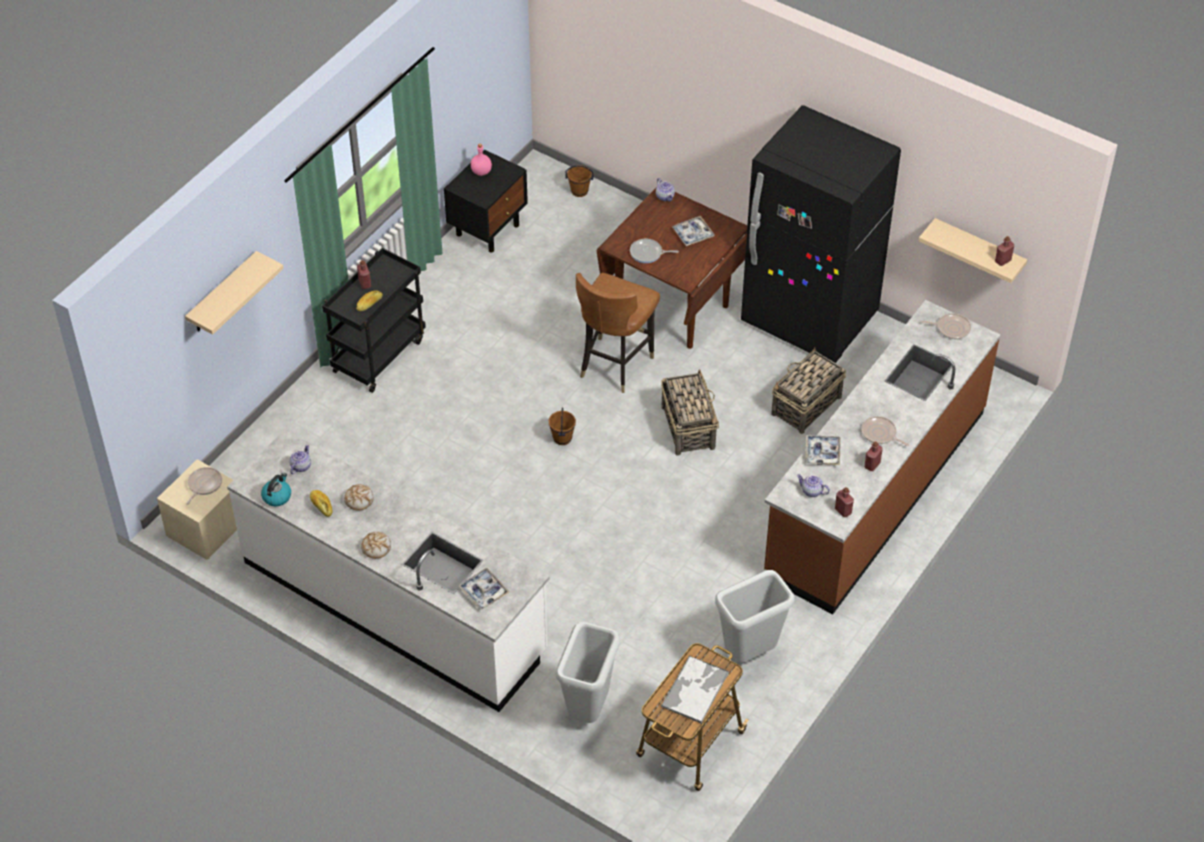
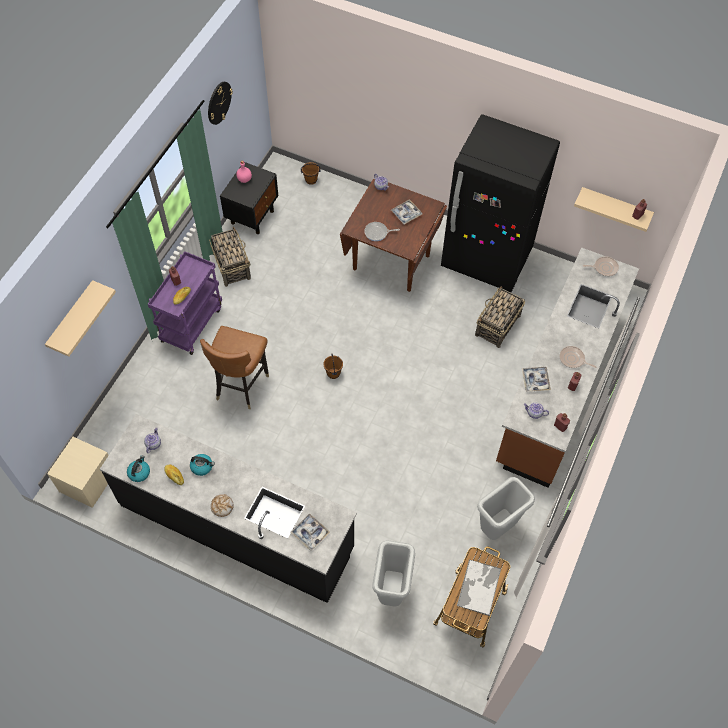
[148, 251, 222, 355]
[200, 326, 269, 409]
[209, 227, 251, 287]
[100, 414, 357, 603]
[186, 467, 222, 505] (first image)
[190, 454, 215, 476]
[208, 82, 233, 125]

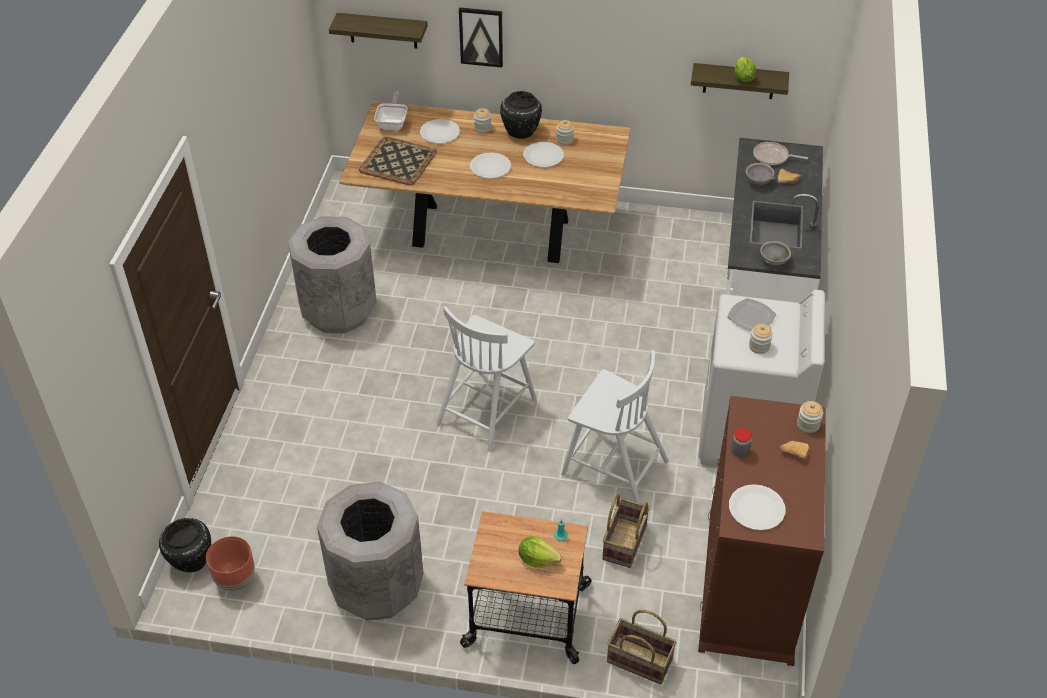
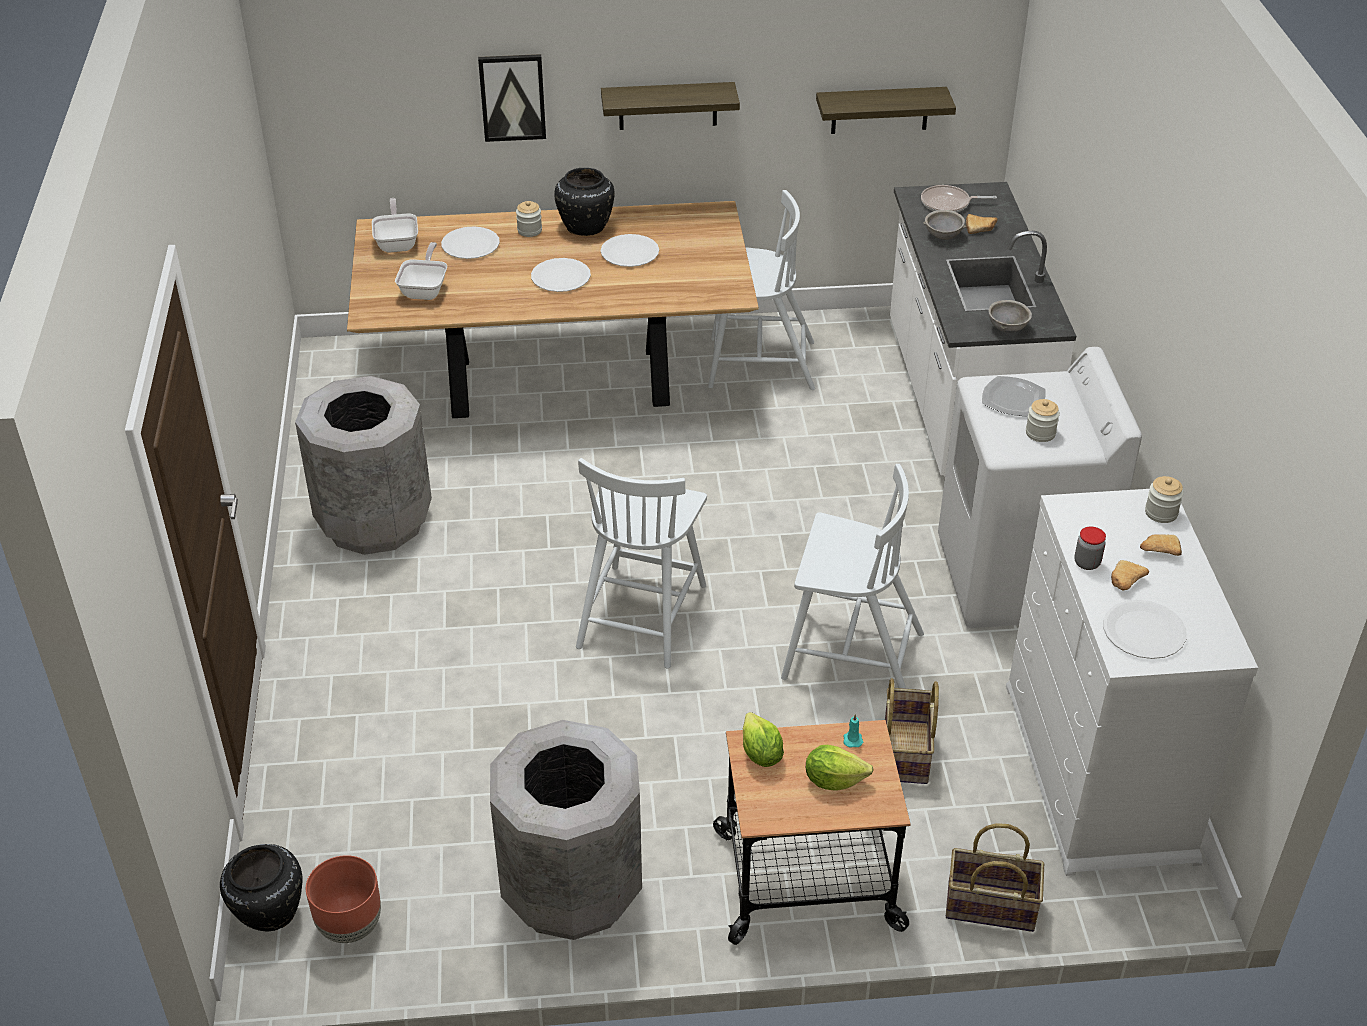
[601, 82, 740, 130]
[743, 712, 784, 767]
[556, 120, 574, 145] (first image)
[395, 242, 447, 300]
[1006, 489, 1258, 876]
[708, 190, 815, 390]
[1111, 560, 1149, 590]

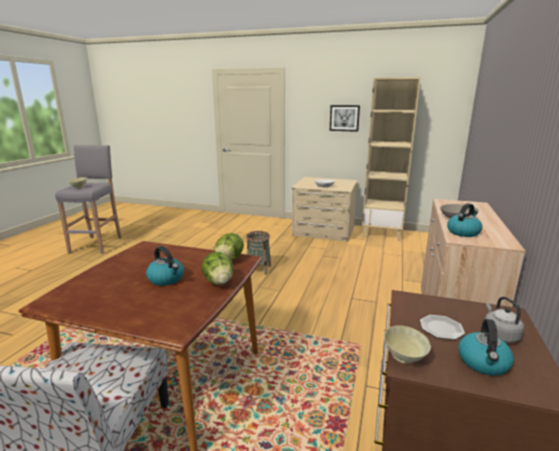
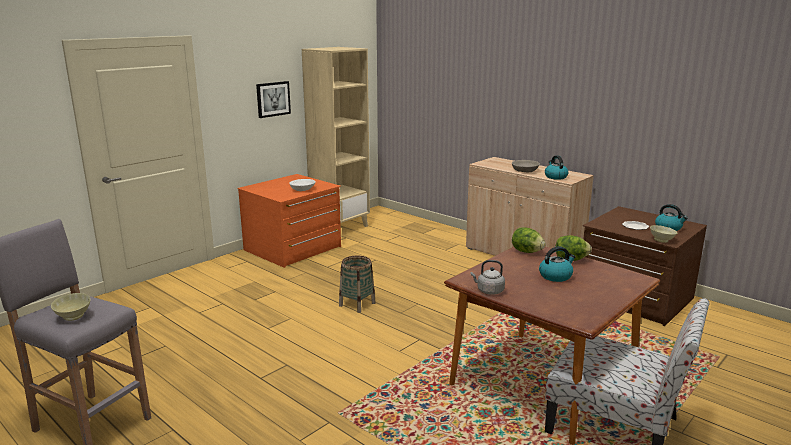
[237, 174, 341, 268]
[471, 260, 505, 295]

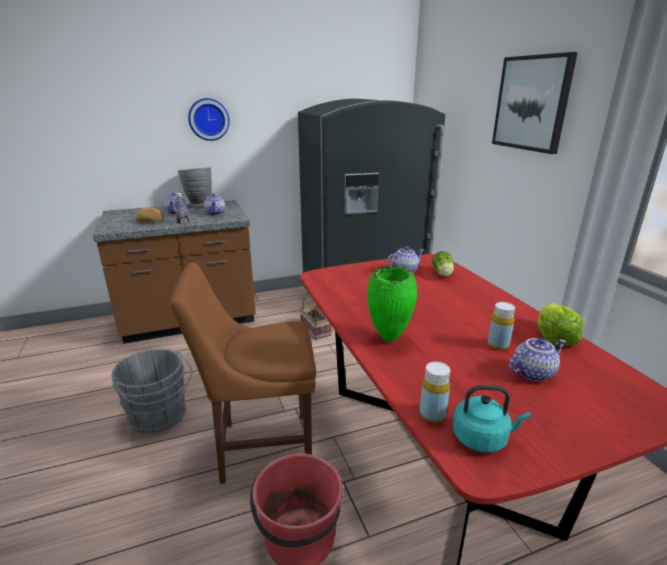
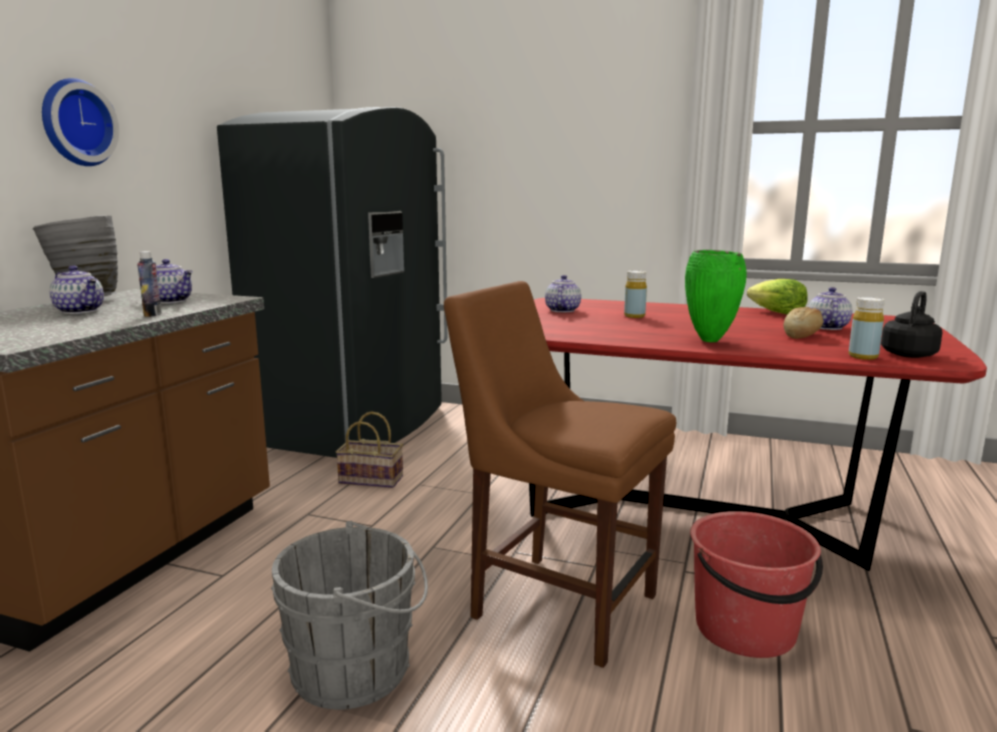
[492, 52, 578, 154] (first image)
[784, 307, 823, 339]
[432, 251, 454, 277] (first image)
[444, 281, 676, 668]
[624, 271, 647, 318]
[881, 291, 942, 358]

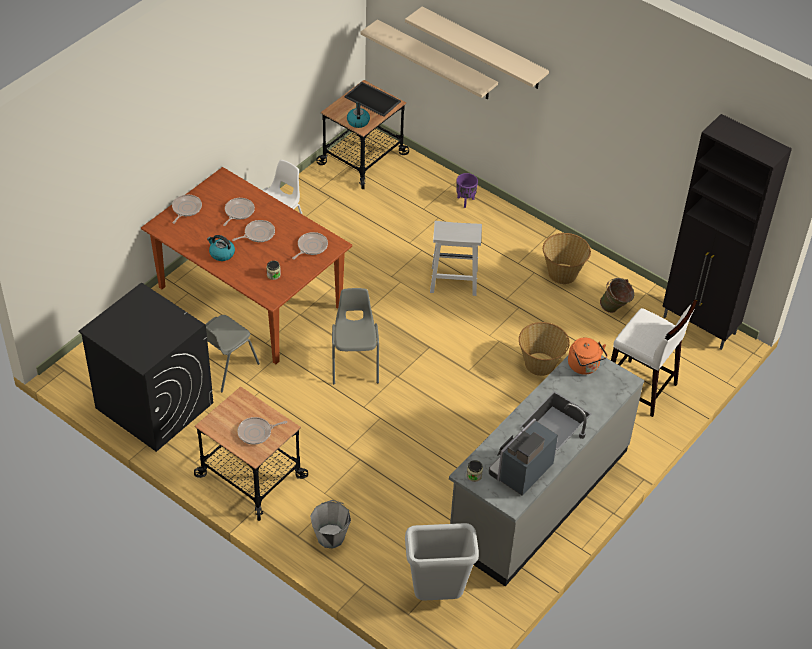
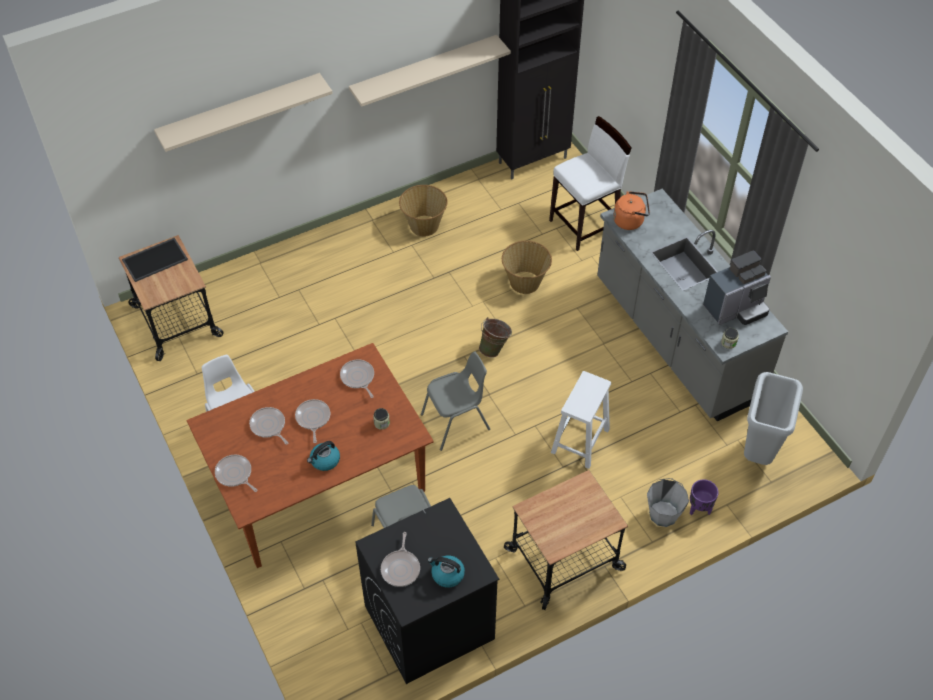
[349, 35, 511, 107]
[427, 556, 465, 587]
[690, 480, 718, 515]
[551, 371, 611, 469]
[479, 317, 512, 357]
[421, 351, 490, 451]
[381, 532, 420, 587]
[703, 251, 771, 325]

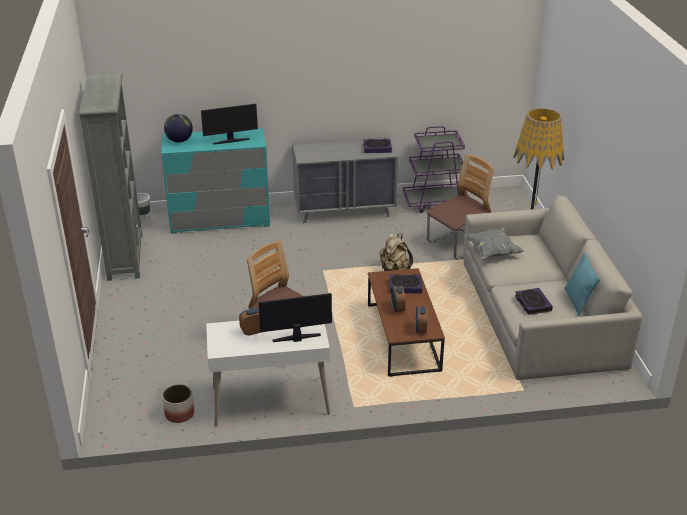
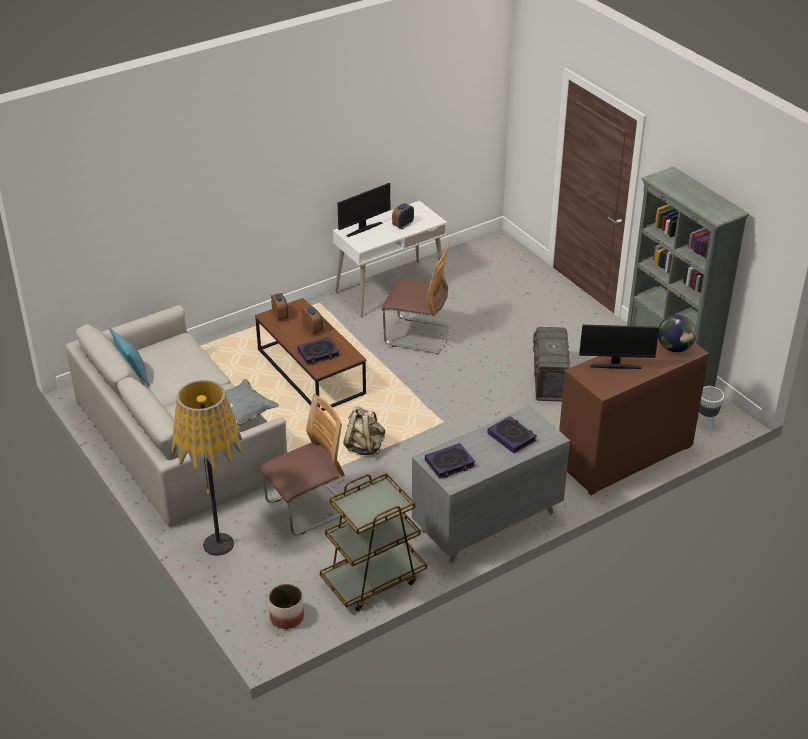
[579, 325, 659, 369]
[320, 473, 427, 611]
[559, 339, 709, 496]
[260, 394, 345, 535]
[487, 416, 537, 453]
[269, 584, 304, 629]
[533, 327, 570, 401]

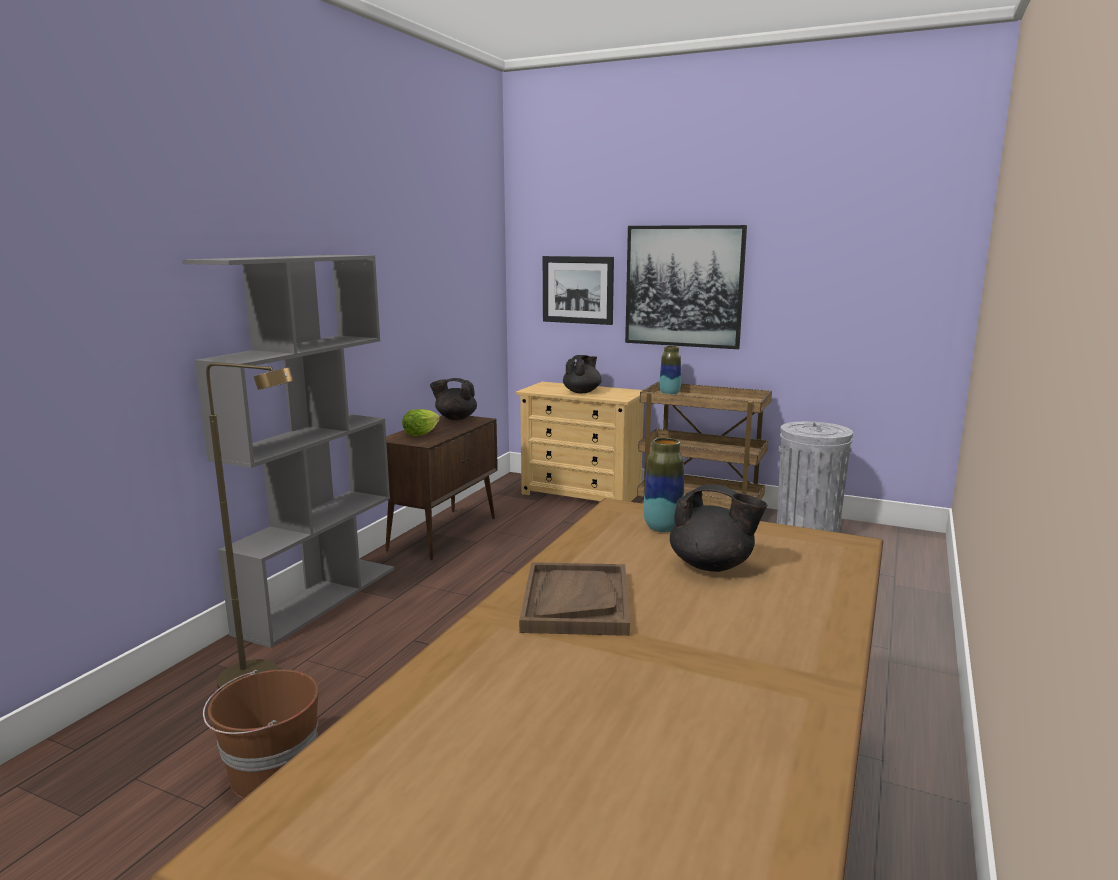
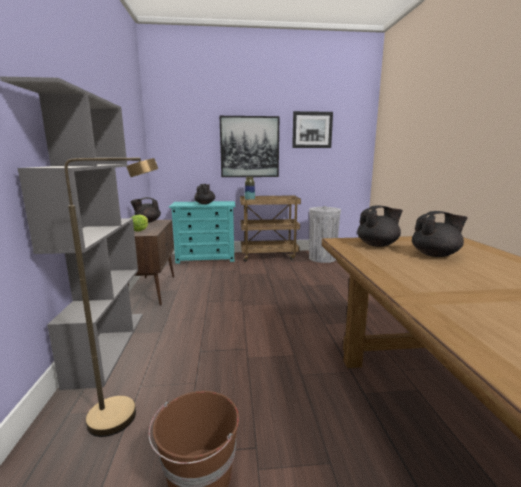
[292, 111, 333, 148]
[169, 201, 235, 264]
[357, 205, 403, 247]
[519, 562, 630, 636] (first image)

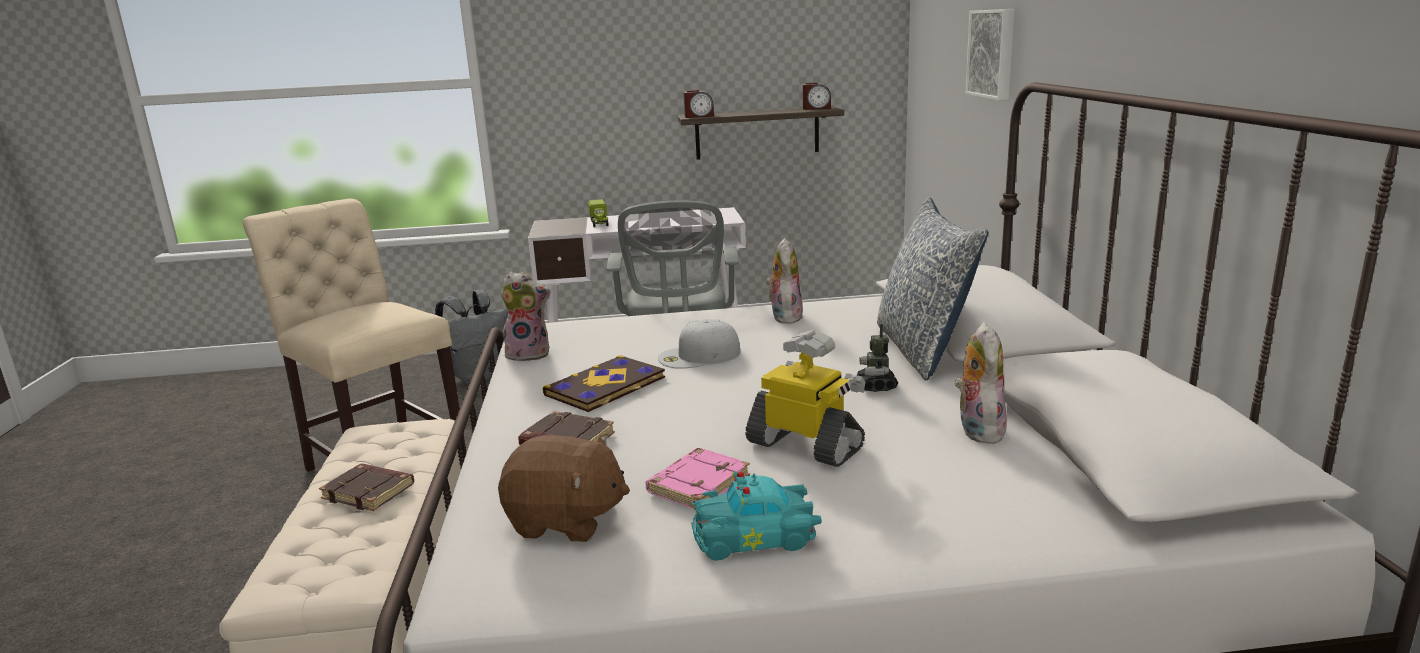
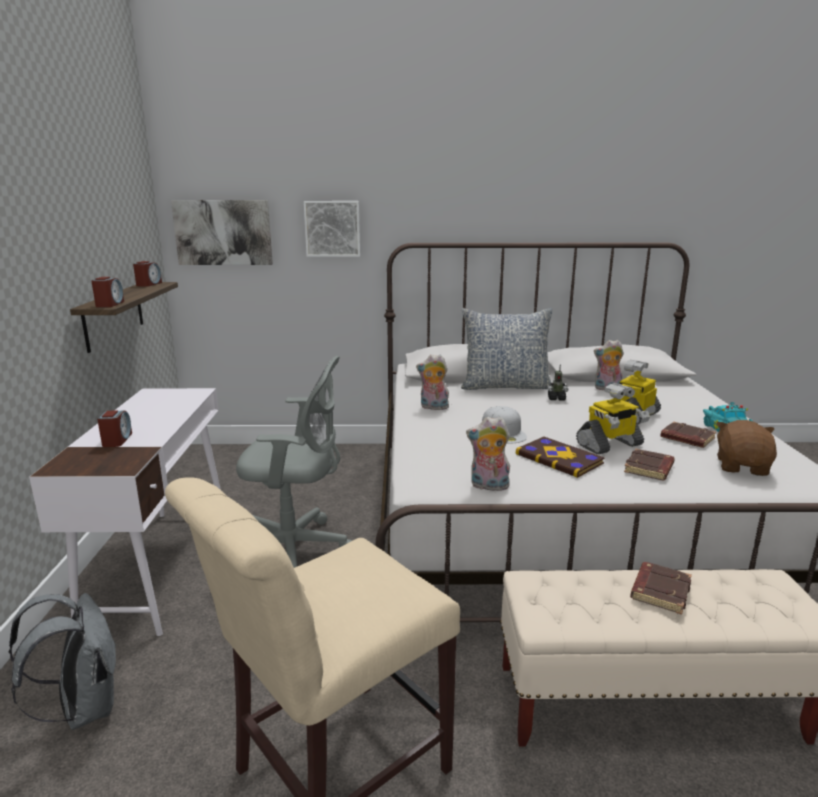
[97, 410, 132, 447]
[466, 417, 510, 491]
[660, 422, 716, 448]
[171, 200, 273, 265]
[576, 383, 650, 454]

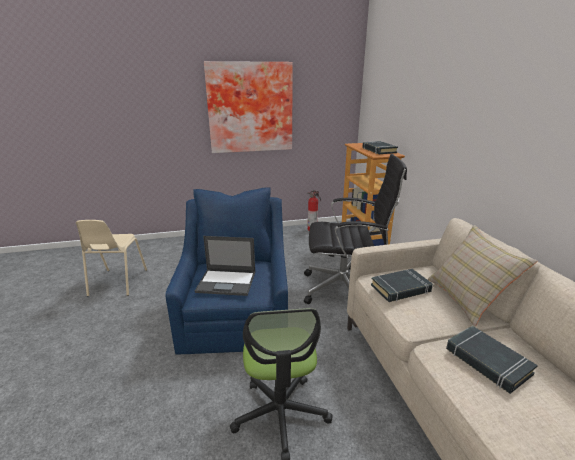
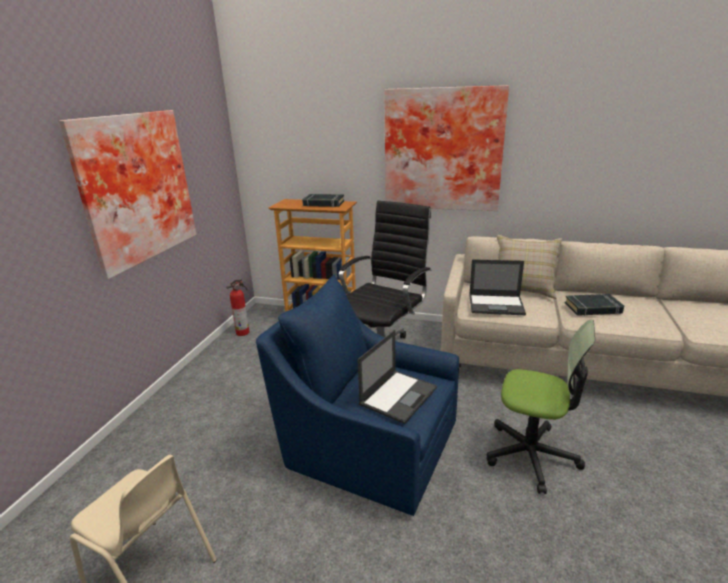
[469, 259, 526, 315]
[384, 85, 509, 211]

